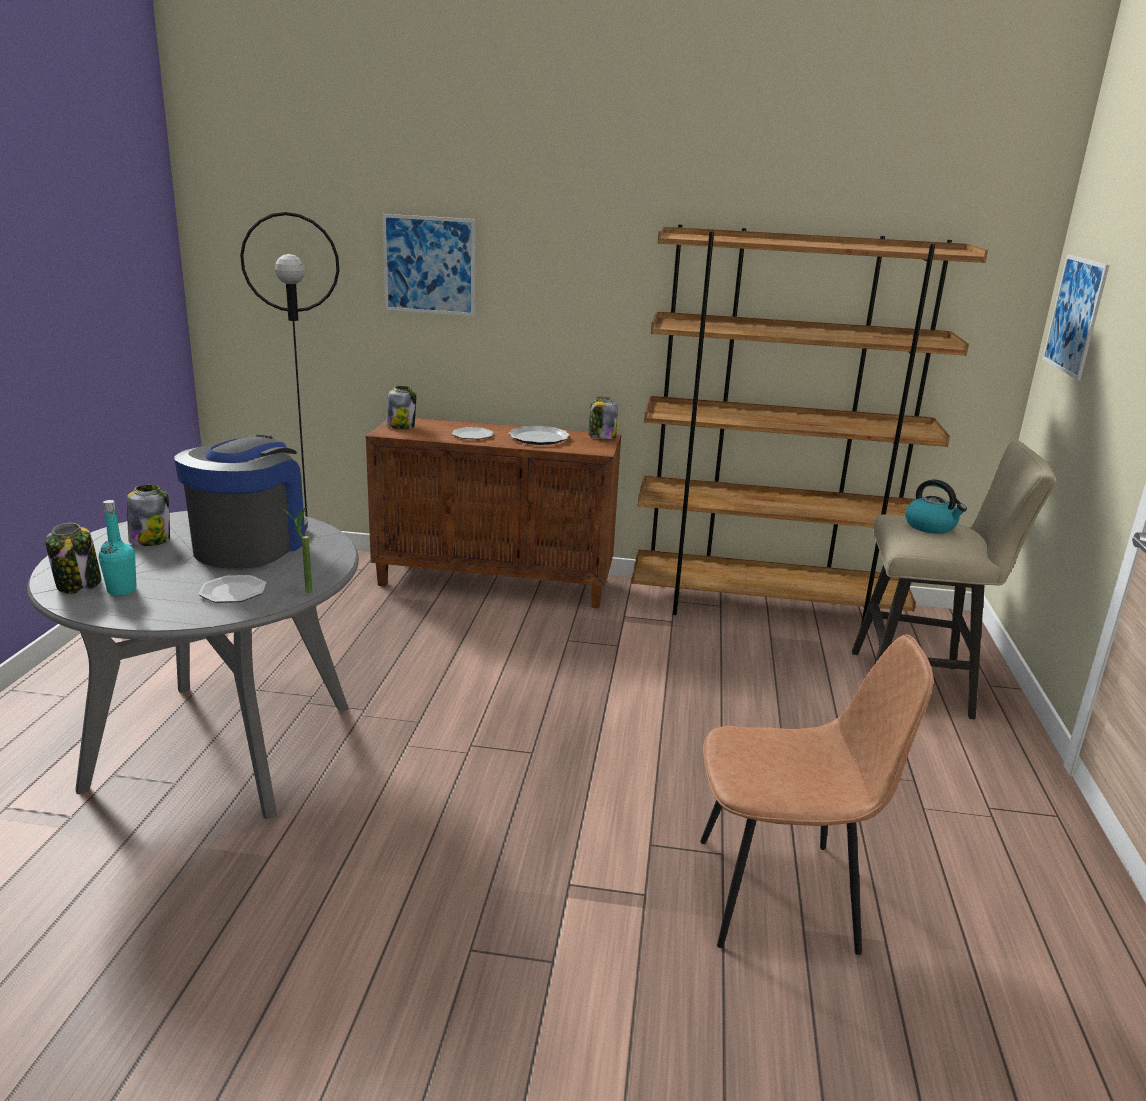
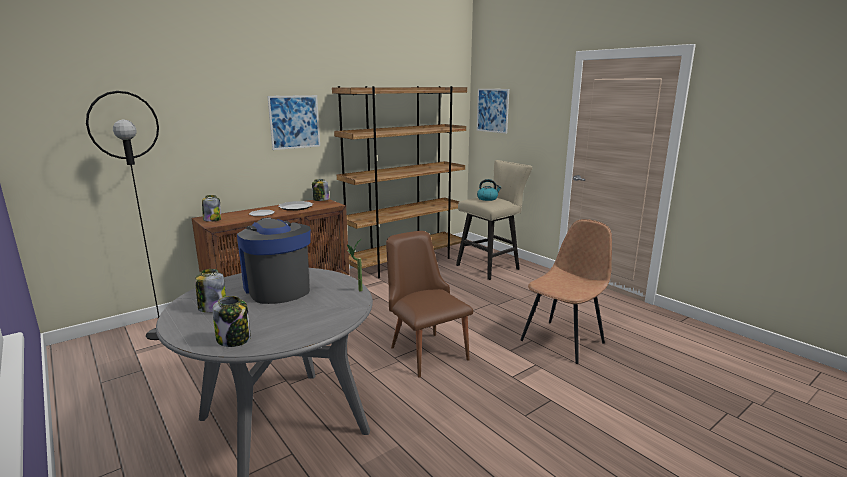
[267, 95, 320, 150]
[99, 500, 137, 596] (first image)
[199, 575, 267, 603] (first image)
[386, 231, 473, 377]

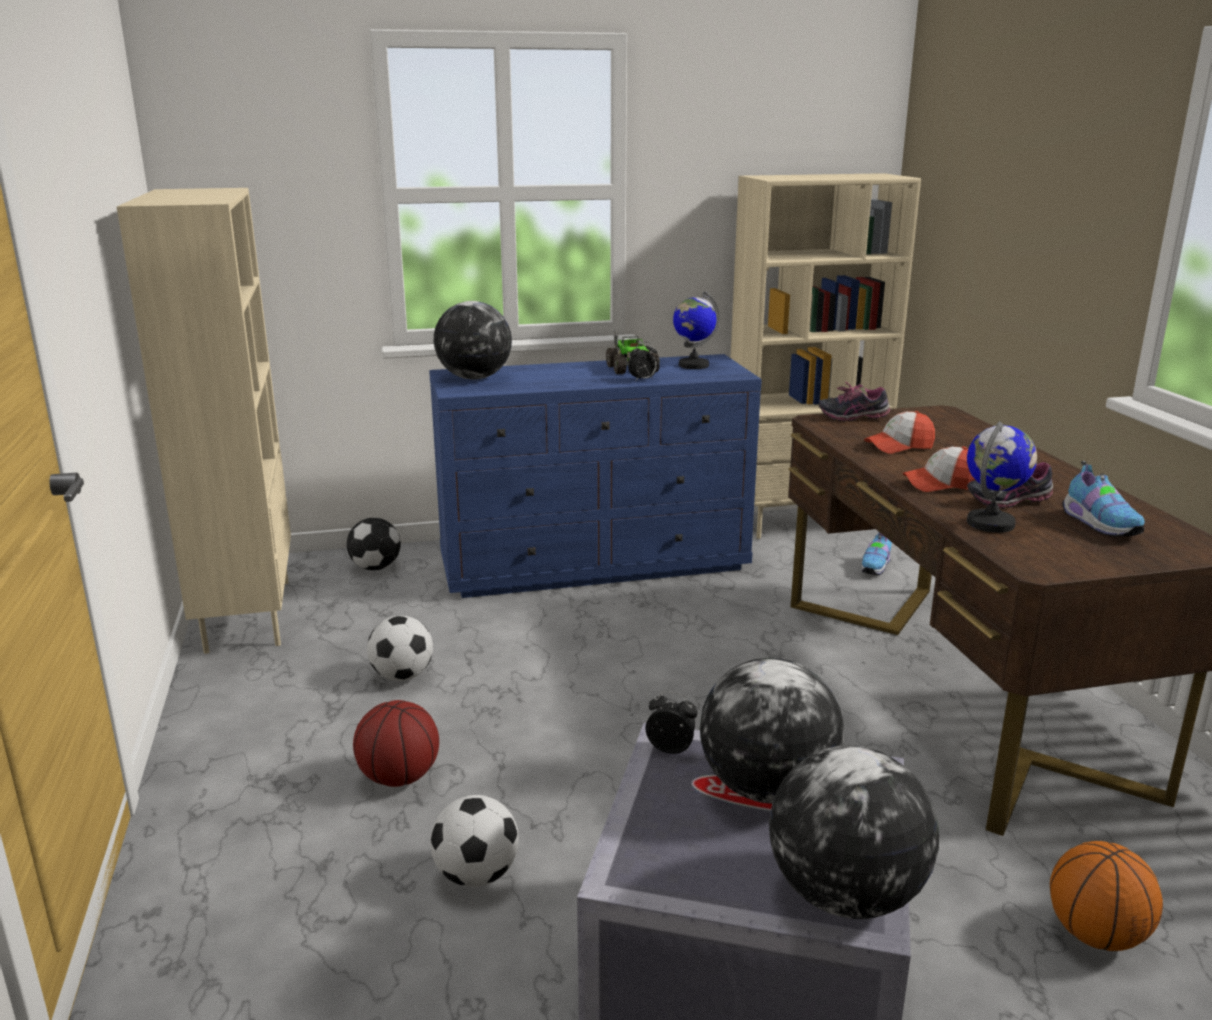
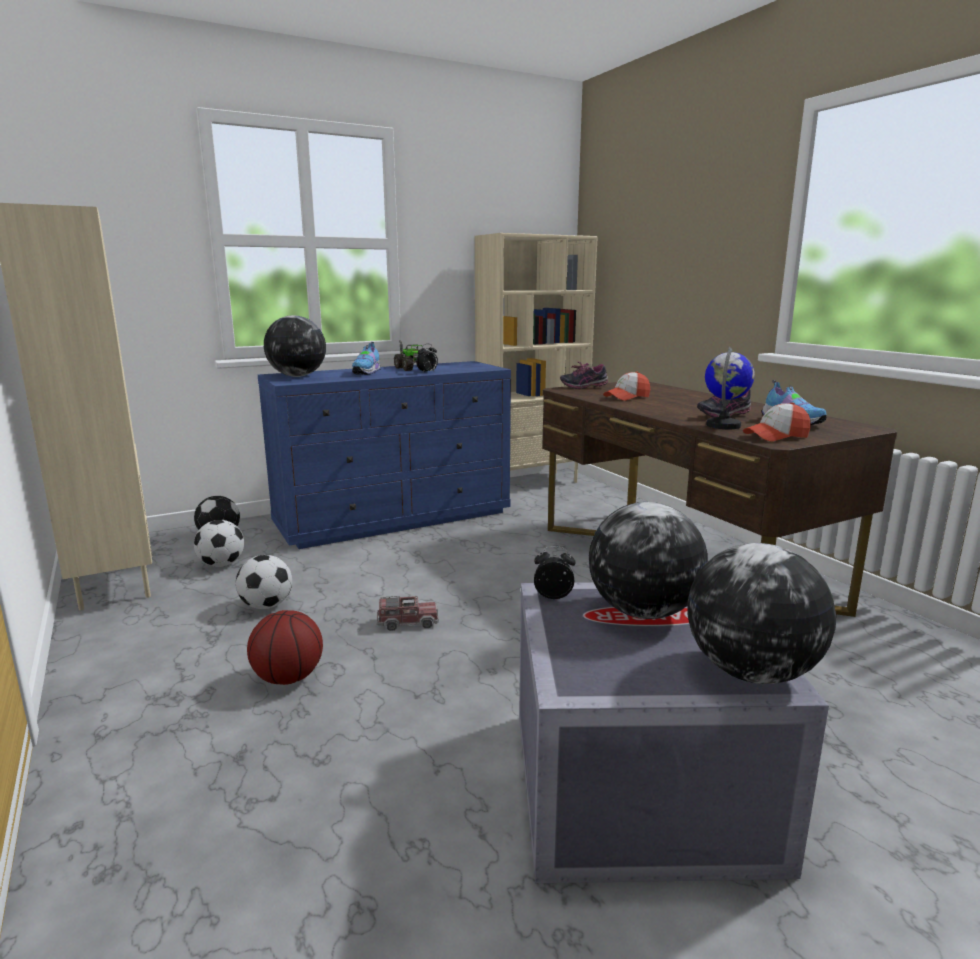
[673, 291, 720, 369] (first image)
[743, 402, 811, 442]
[352, 342, 381, 375]
[194, 520, 244, 567]
[1050, 841, 1163, 951] (first image)
[377, 595, 439, 631]

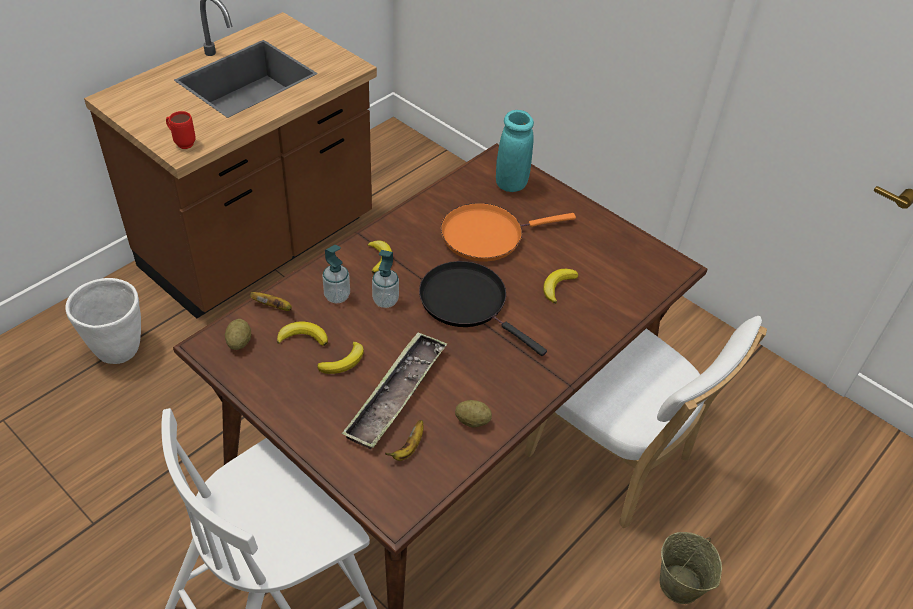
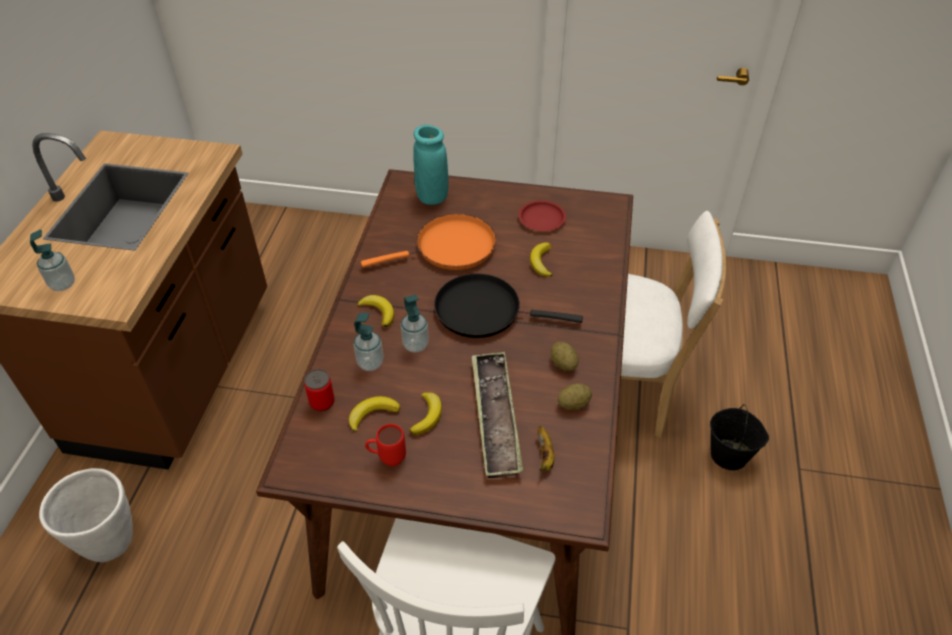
[365, 424, 406, 466]
[361, 214, 496, 270]
[304, 369, 335, 412]
[551, 342, 578, 371]
[710, 404, 769, 471]
[519, 200, 566, 231]
[30, 229, 75, 291]

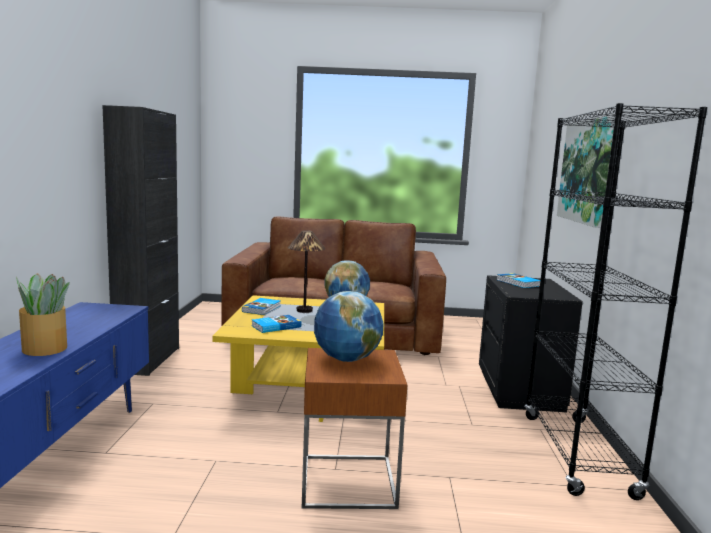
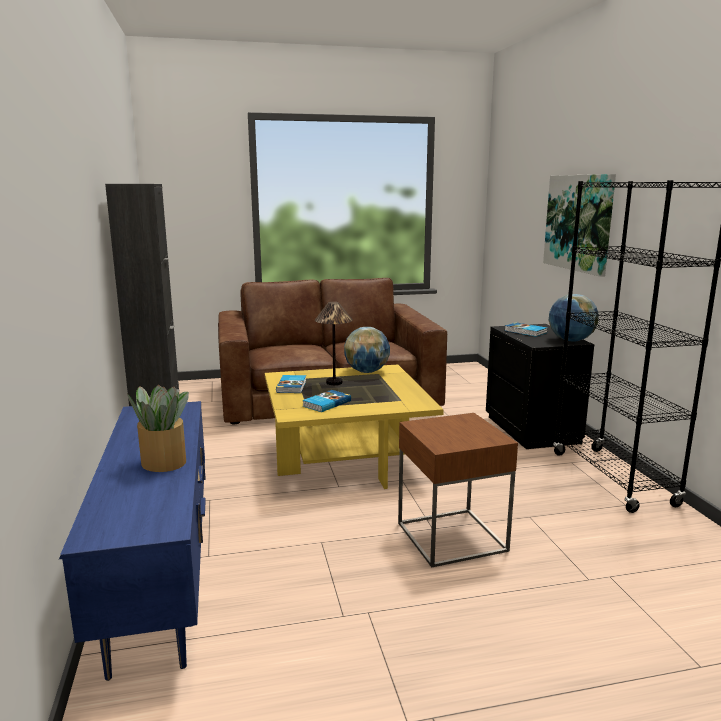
[549, 294, 599, 342]

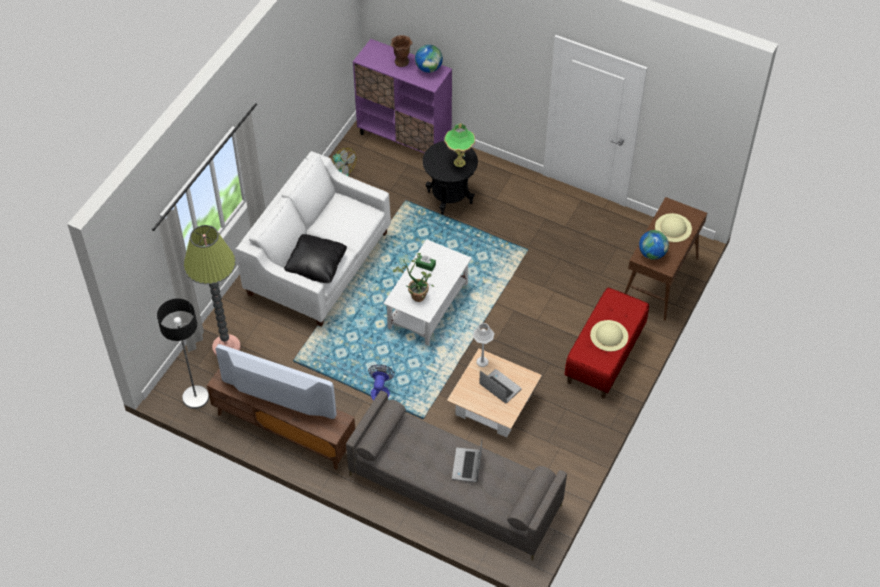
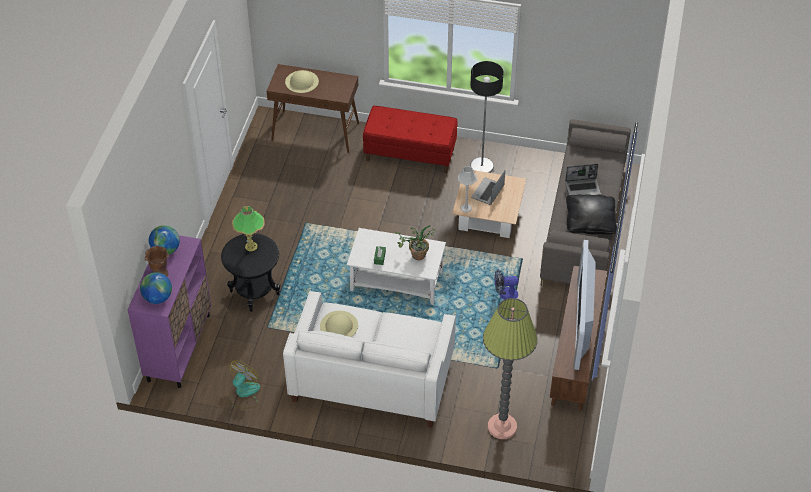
[140, 272, 172, 304]
[566, 194, 617, 235]
[470, 61, 503, 173]
[320, 311, 358, 337]

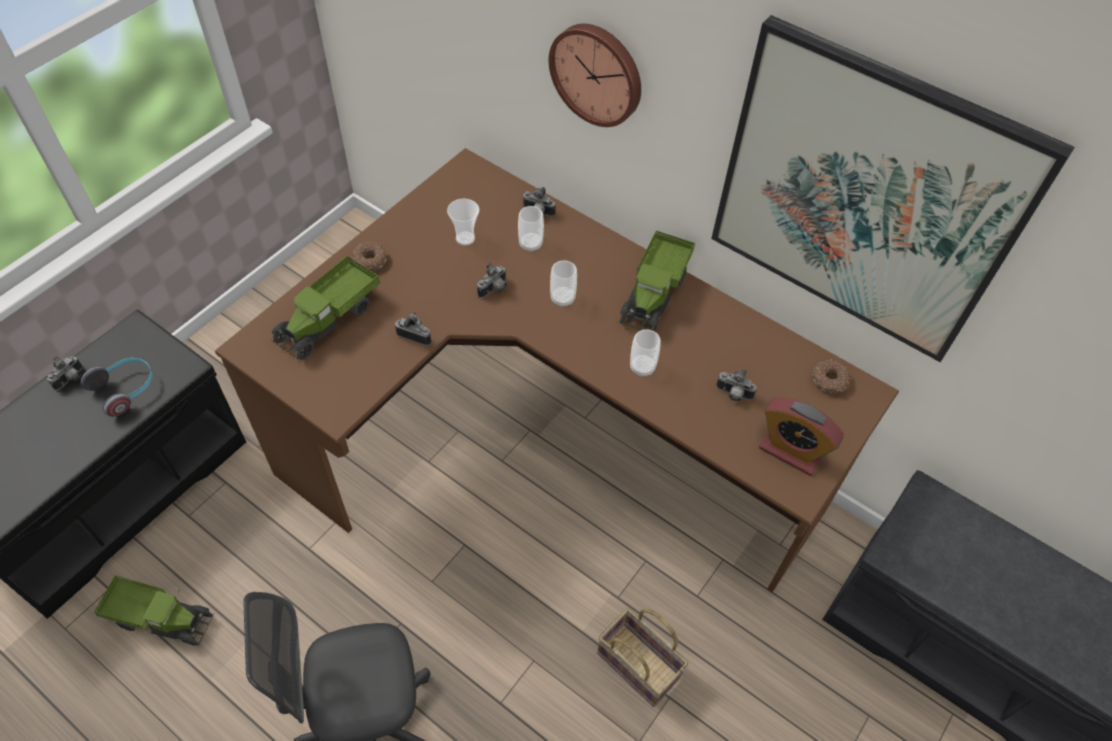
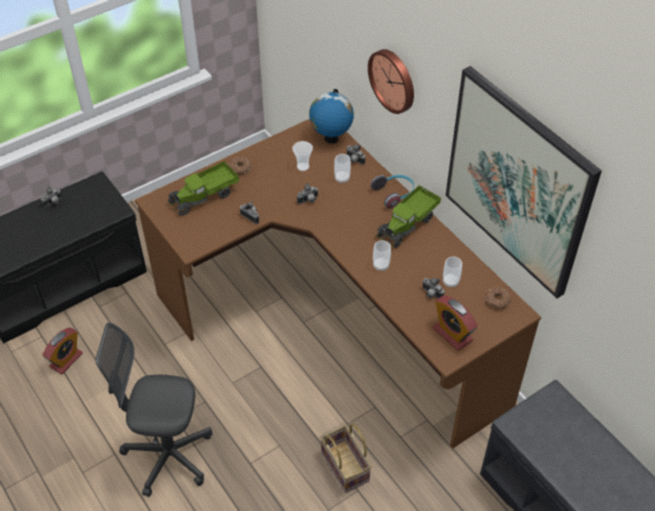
[443, 256, 462, 287]
[371, 175, 414, 208]
[43, 327, 83, 374]
[309, 89, 354, 144]

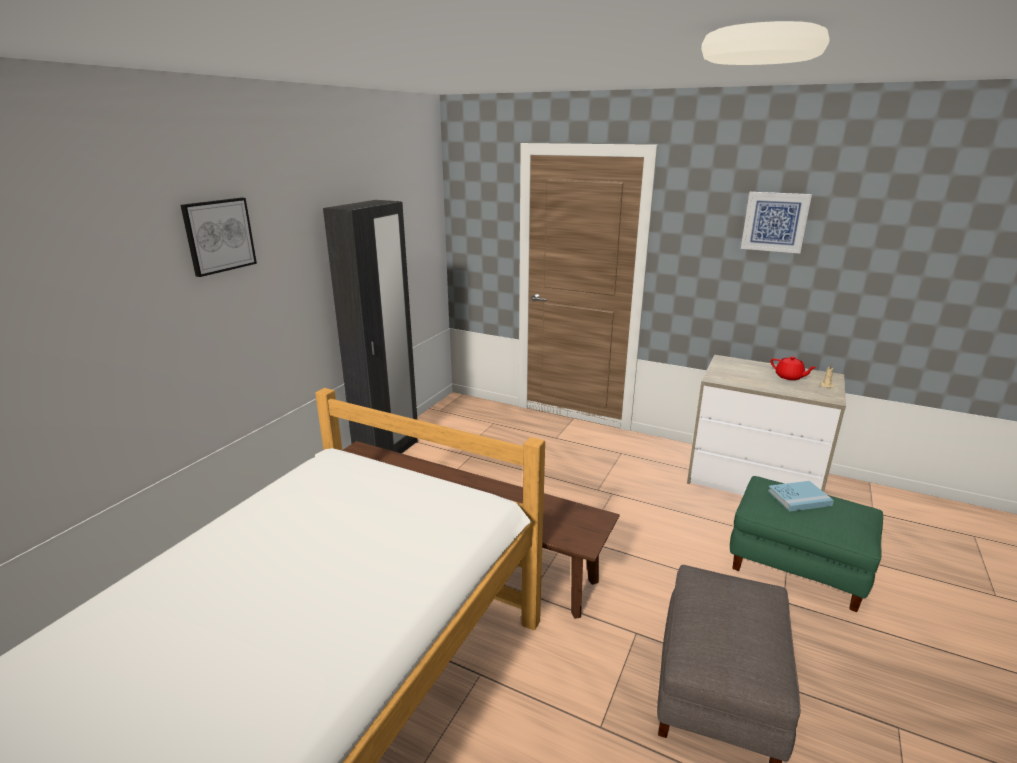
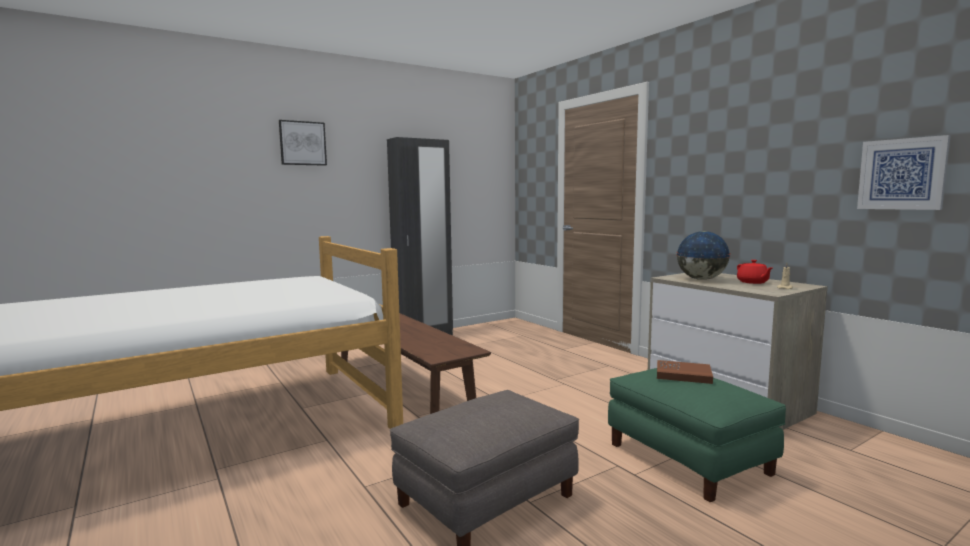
[857, 135, 951, 210]
[657, 360, 713, 384]
[676, 231, 731, 280]

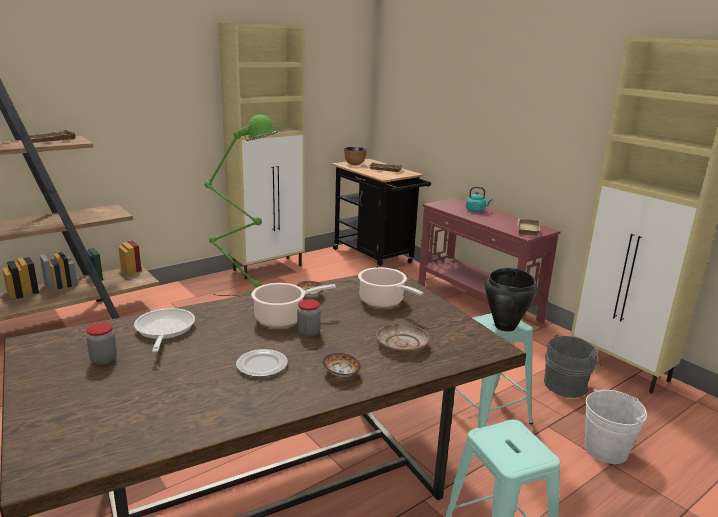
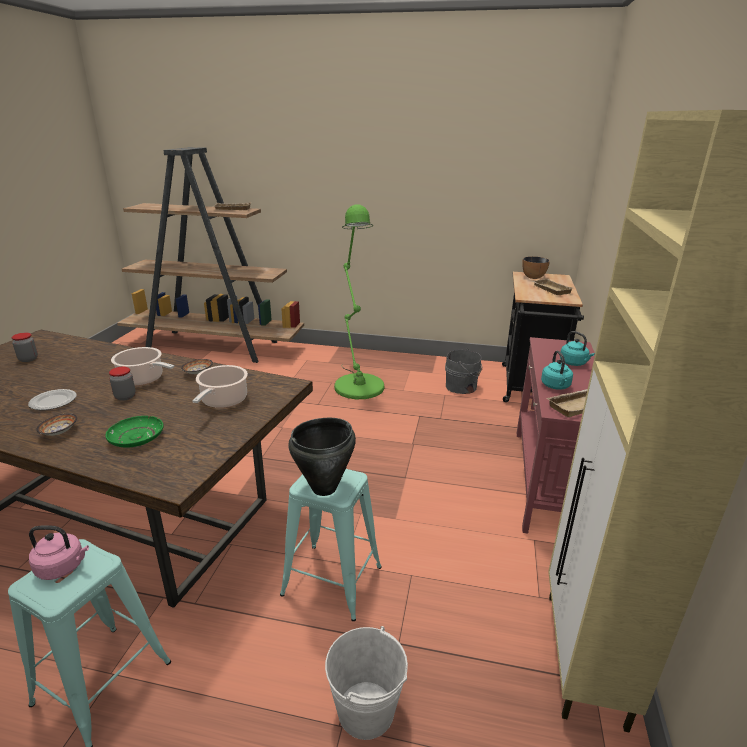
[218, 23, 305, 279] (first image)
[134, 308, 195, 352] (first image)
[105, 416, 164, 448]
[445, 348, 482, 394]
[541, 351, 573, 390]
[29, 525, 89, 580]

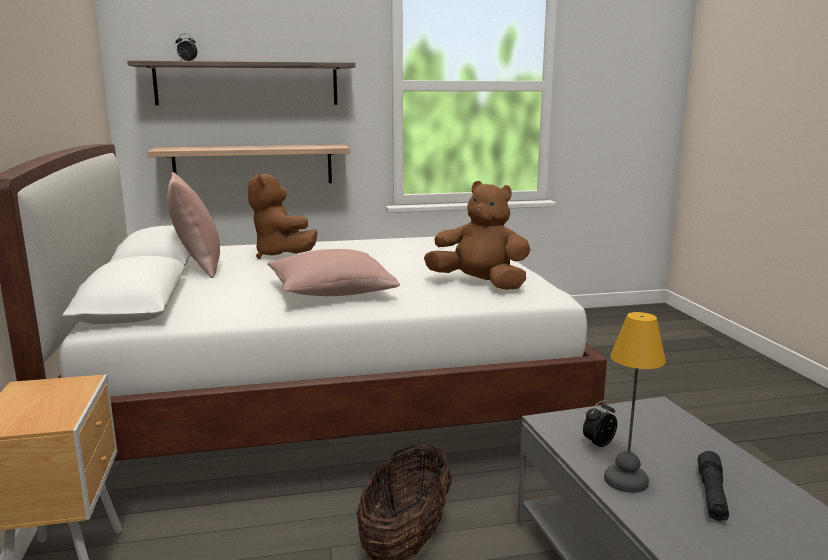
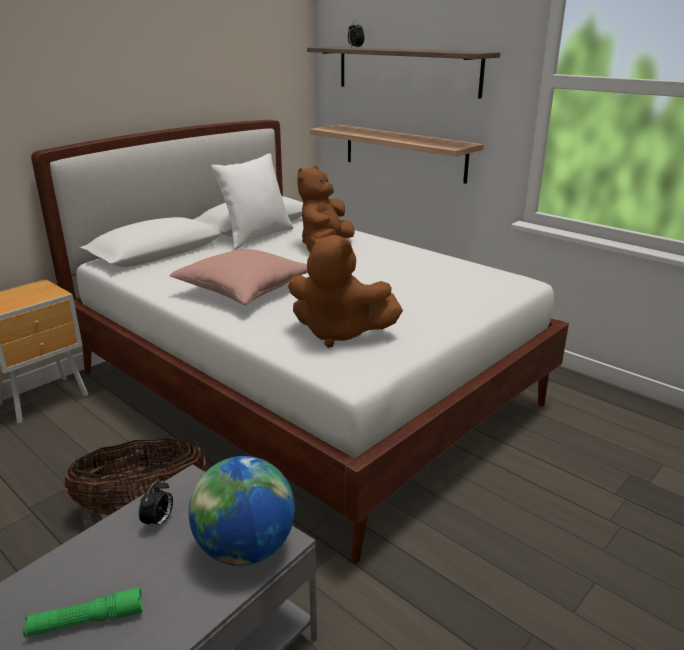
[211, 153, 293, 249]
[288, 235, 403, 348]
[604, 312, 666, 493] (first image)
[139, 480, 173, 531]
[23, 588, 143, 637]
[189, 456, 295, 566]

